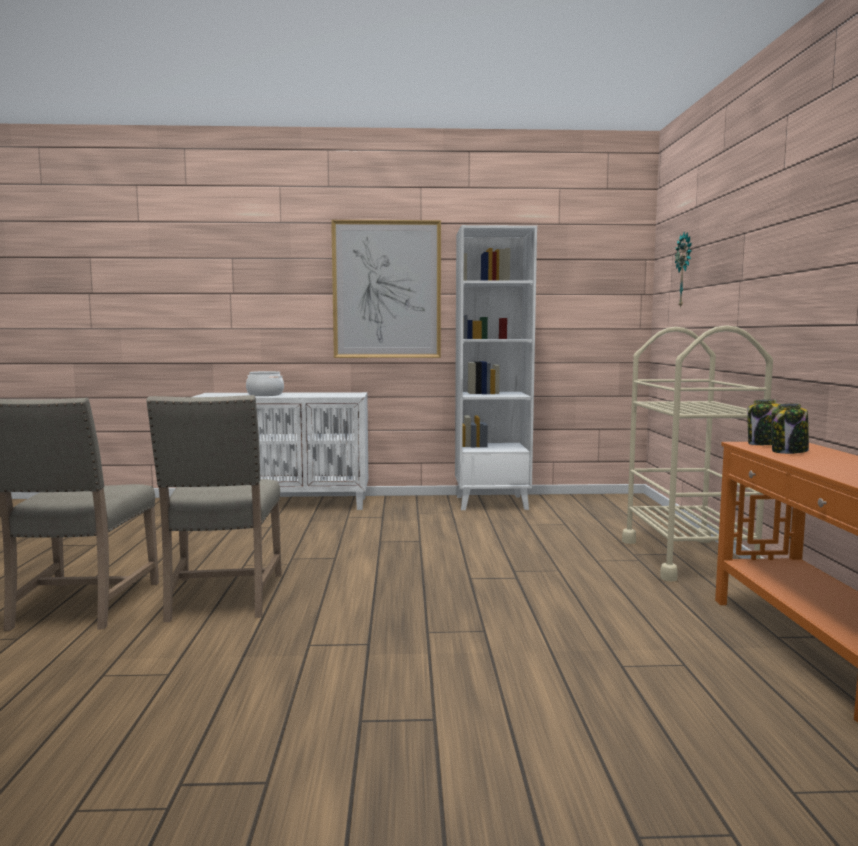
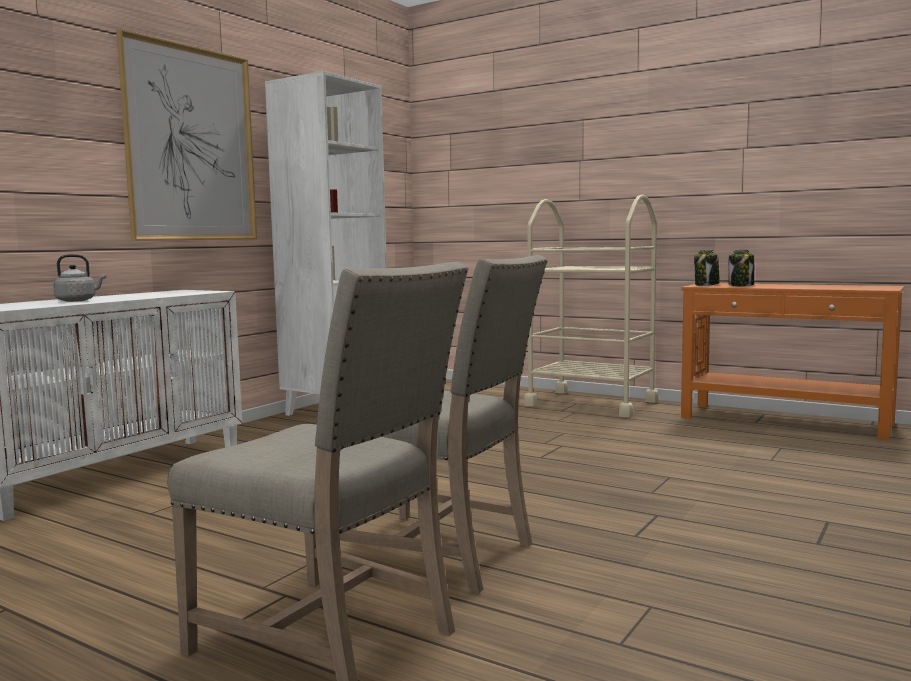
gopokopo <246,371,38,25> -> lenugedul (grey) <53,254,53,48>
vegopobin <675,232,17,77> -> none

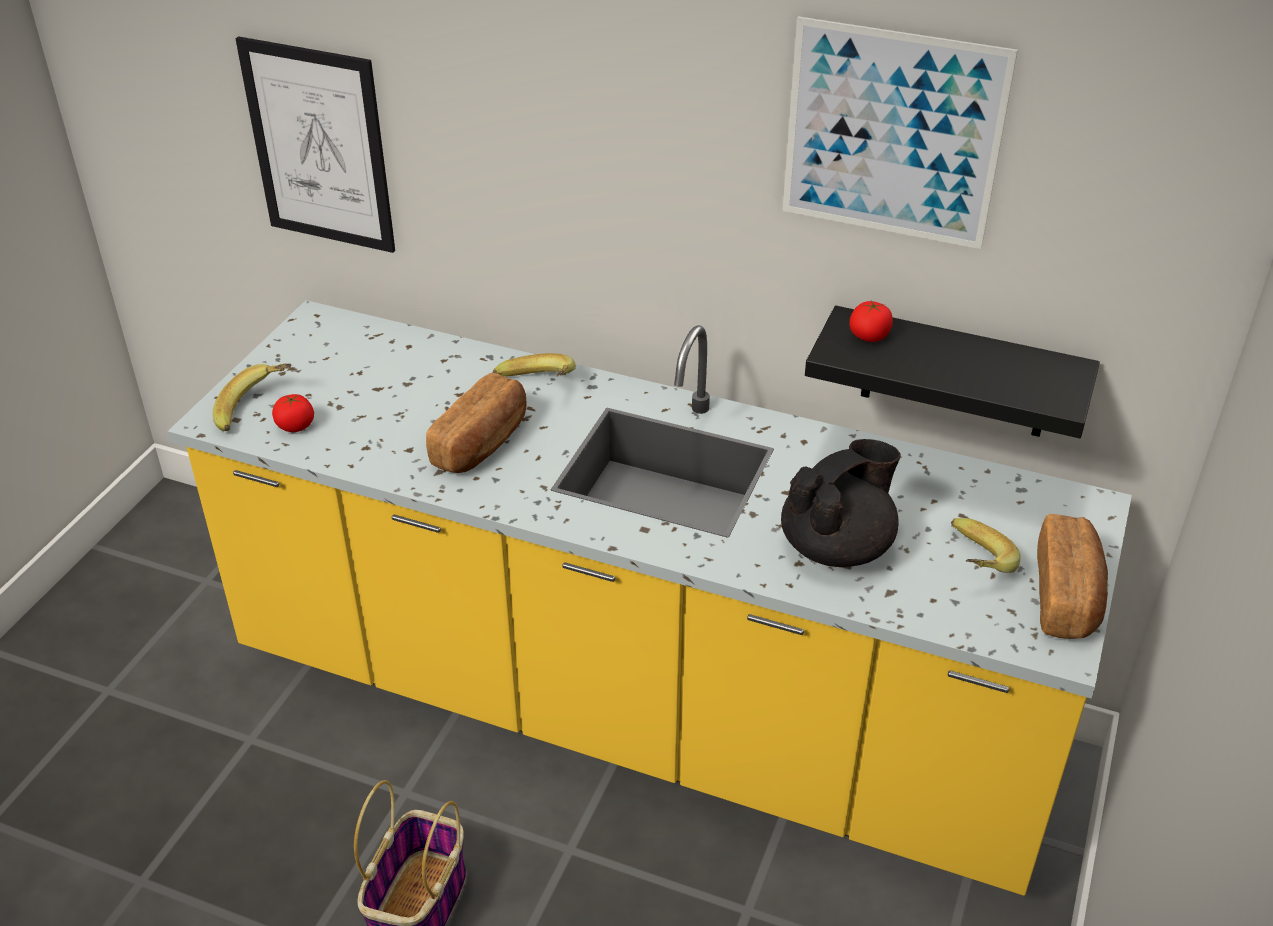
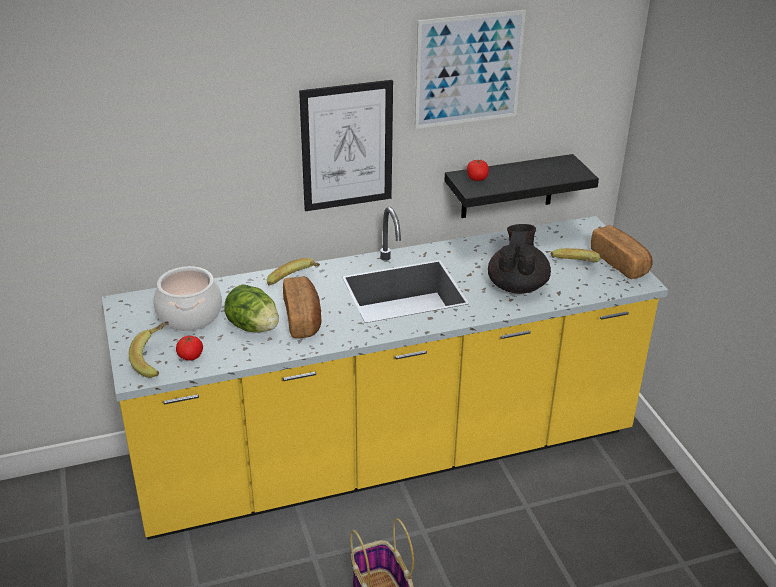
none -> gopokopo <153,266,69,65>
none -> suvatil <224,284,55,49>
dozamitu <235,36,160,217> -> dozamitu <299,80,94,131>, relocated

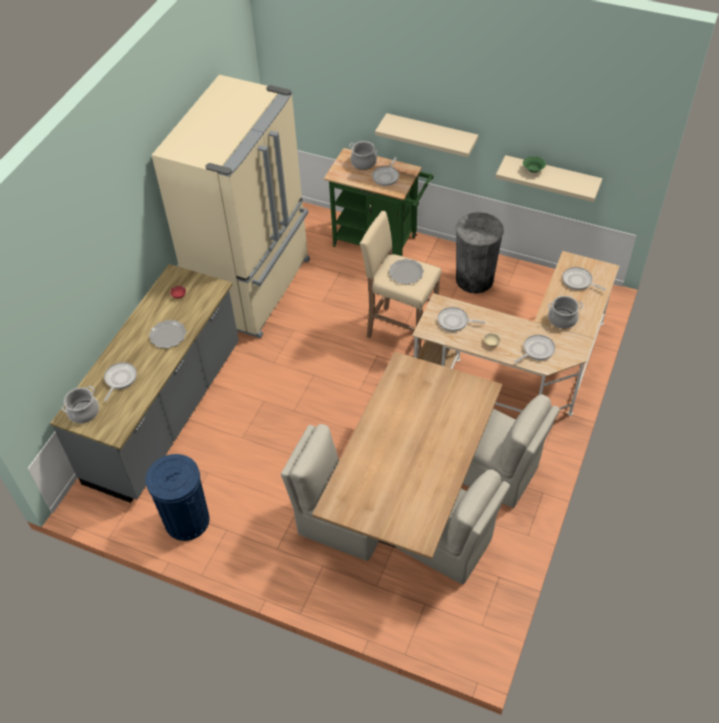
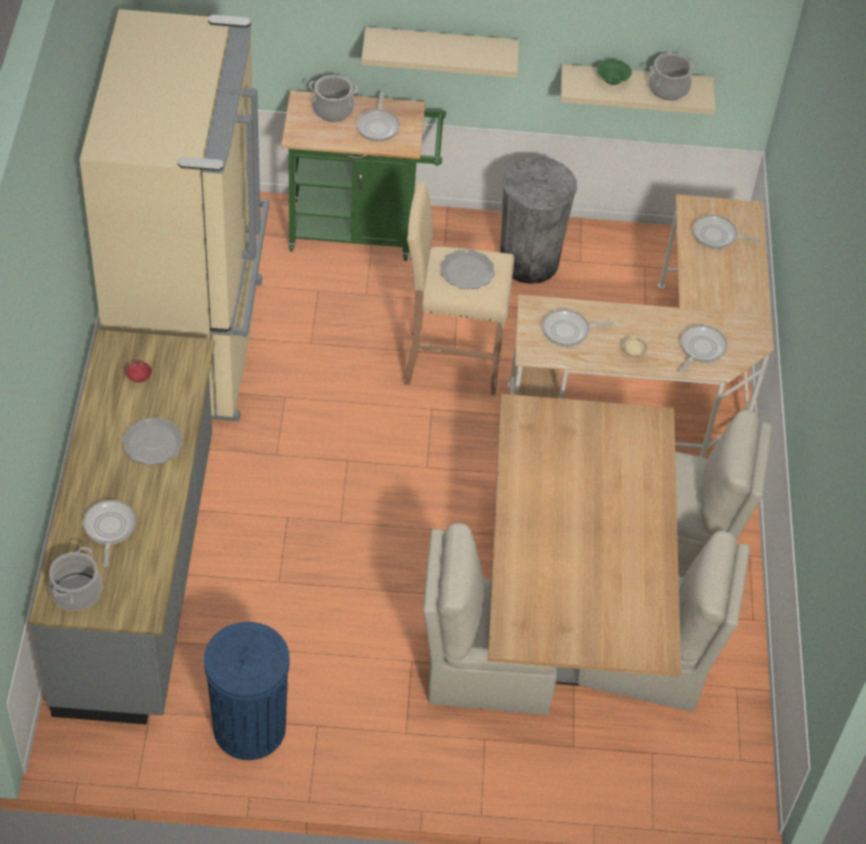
gopokopo <548,296,35,33> -> gopokopo <648,53,49,47>, relocated

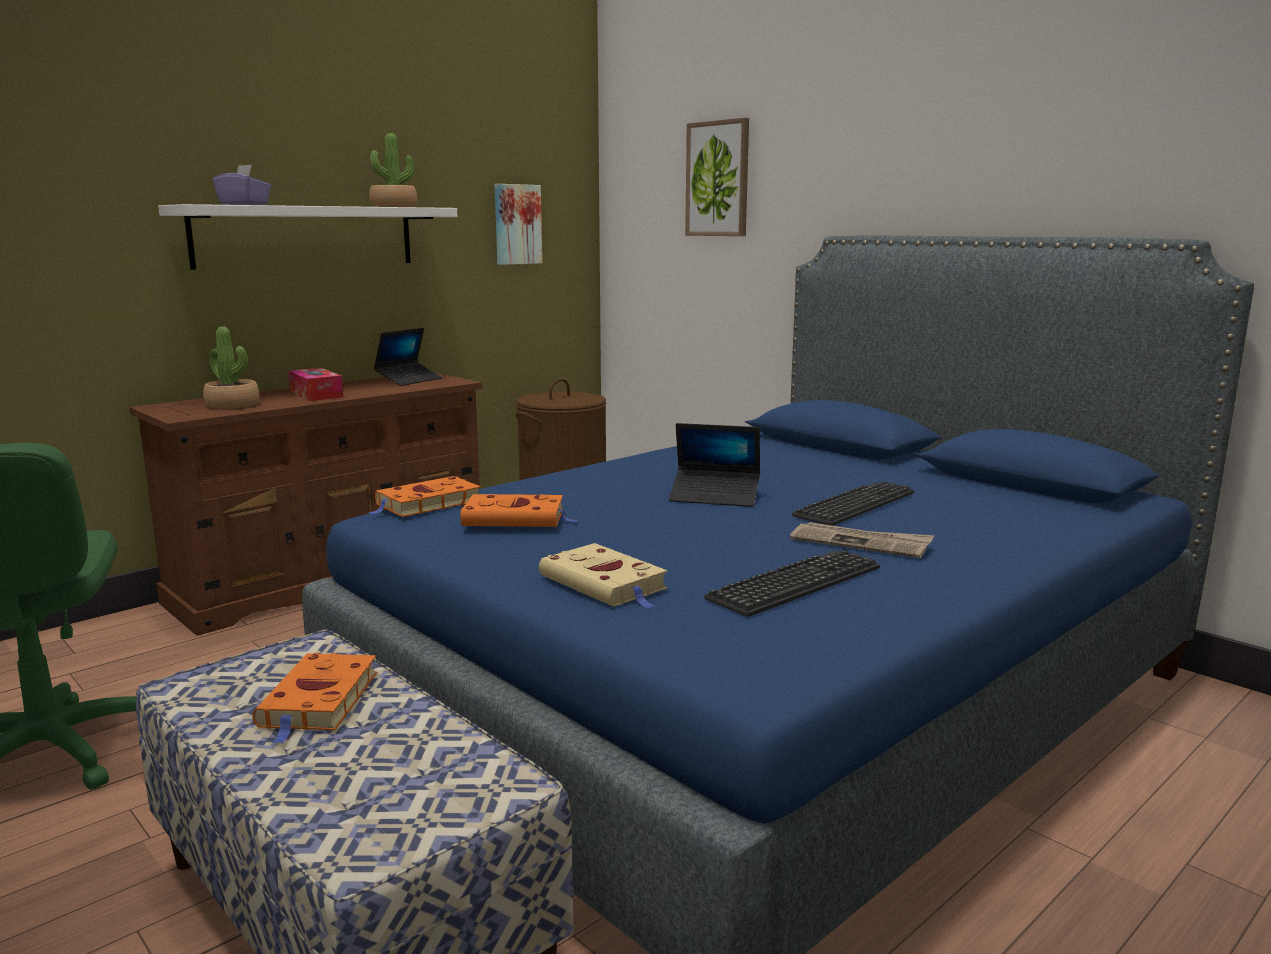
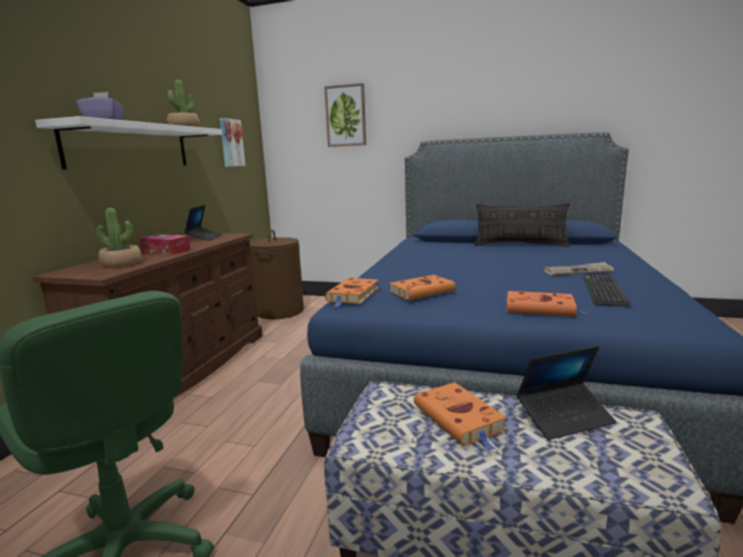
none -> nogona <474,203,96,44>
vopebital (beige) <539,543,129,65> -> vopebital (orange) <506,291,83,26>
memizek <669,423,91,84> -> memizek <516,346,100,94>, relocated
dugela <792,481,122,45> -> none

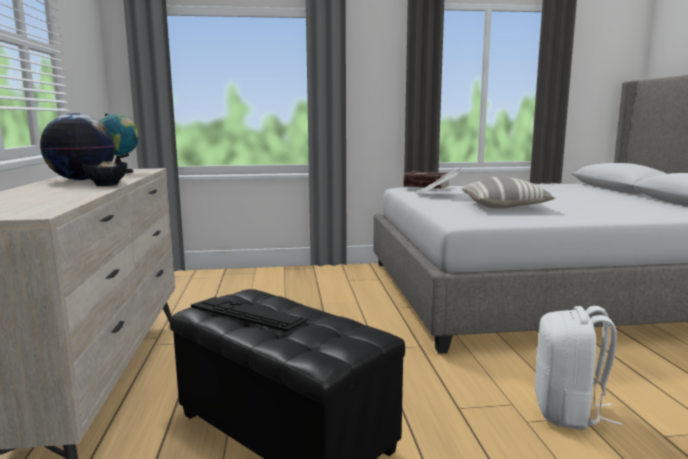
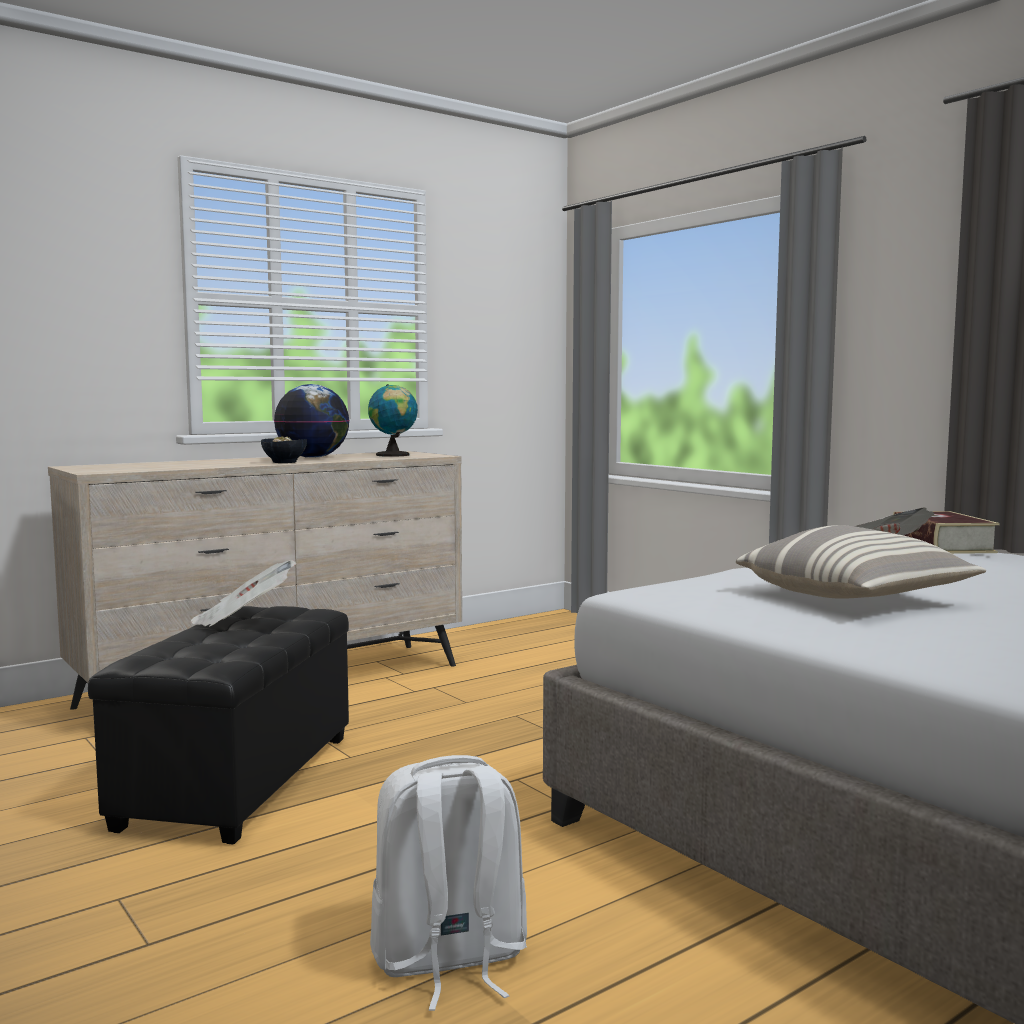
dugela <191,297,117,35> -> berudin <190,560,106,66>

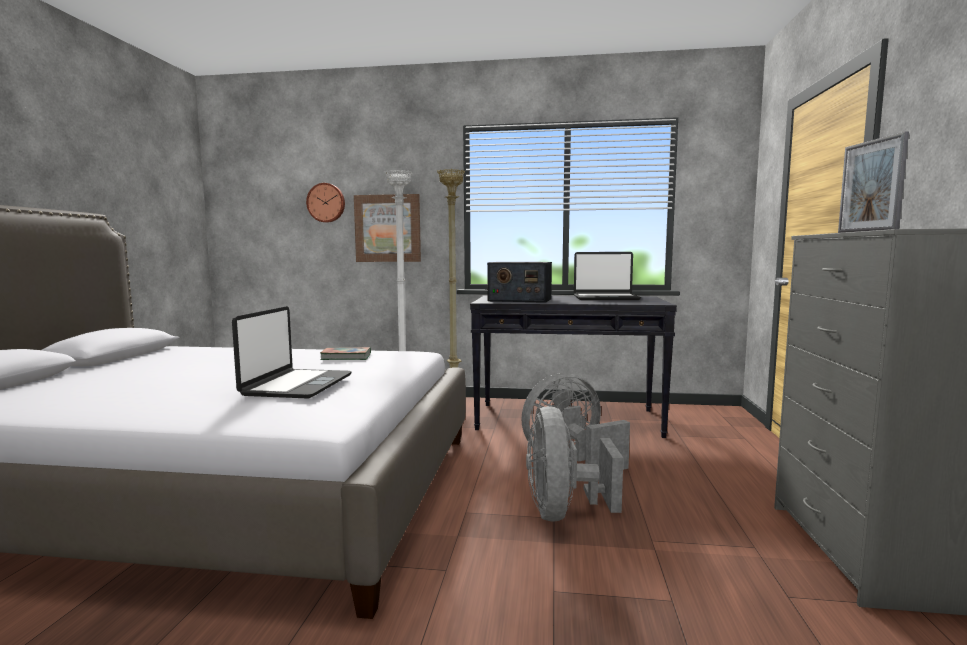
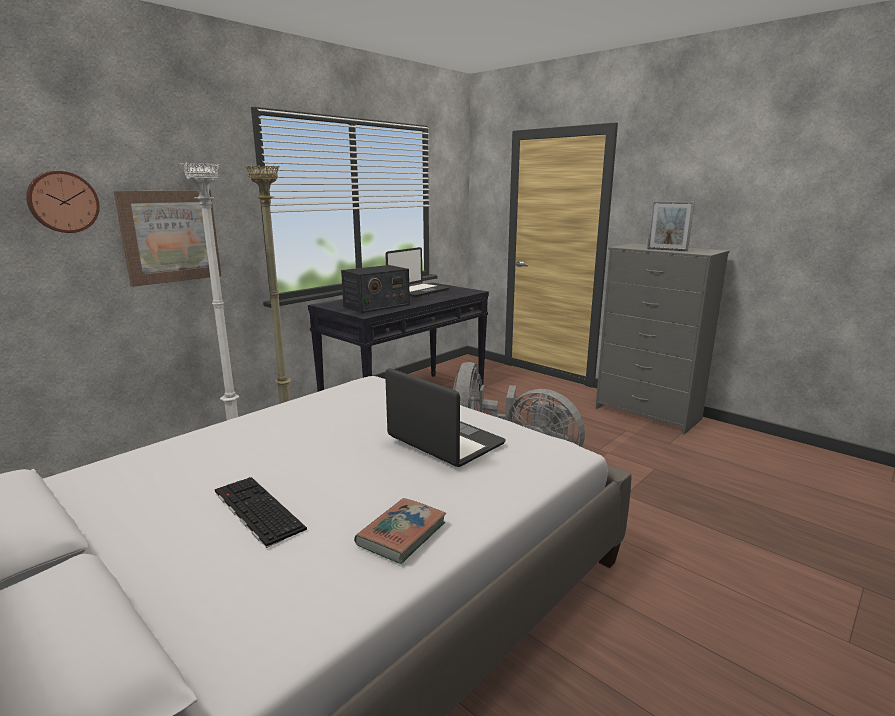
none -> dugela <215,477,92,71>
vopebital <320,347,51,13> -> vopebital <354,498,92,66>, relocated

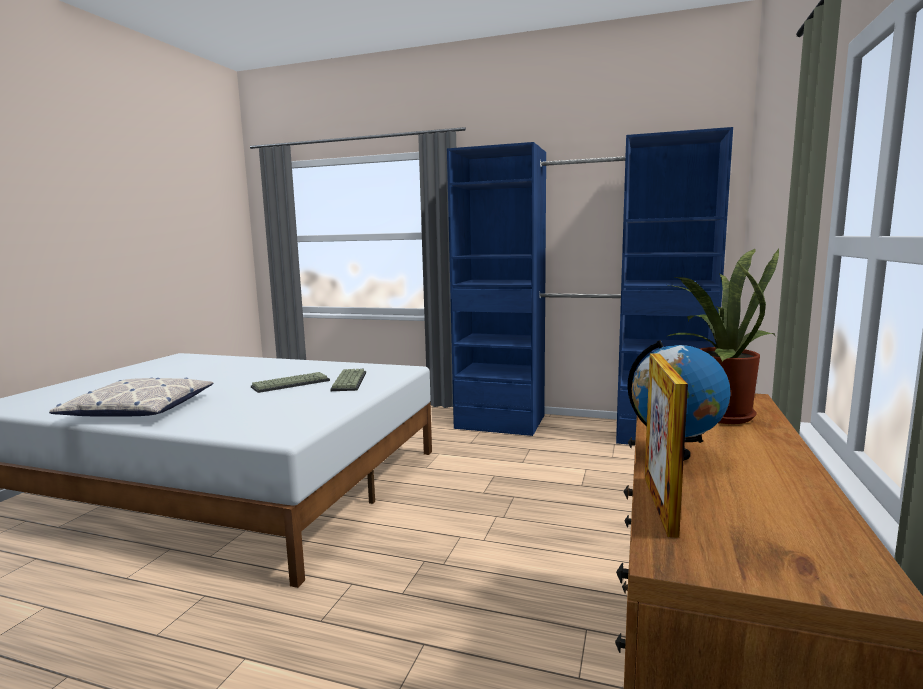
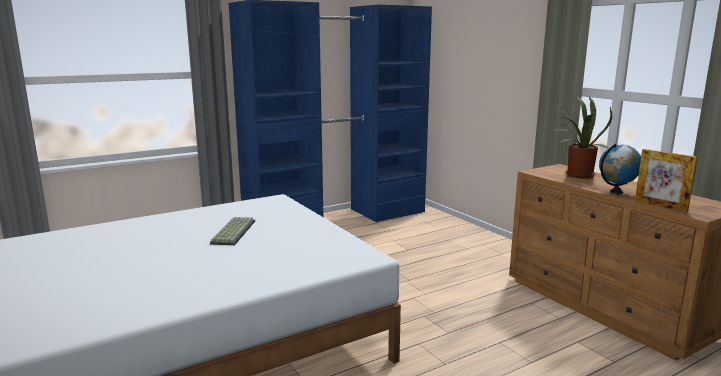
nogona <49,378,165,38> -> none
dugela <330,369,36,22> -> none

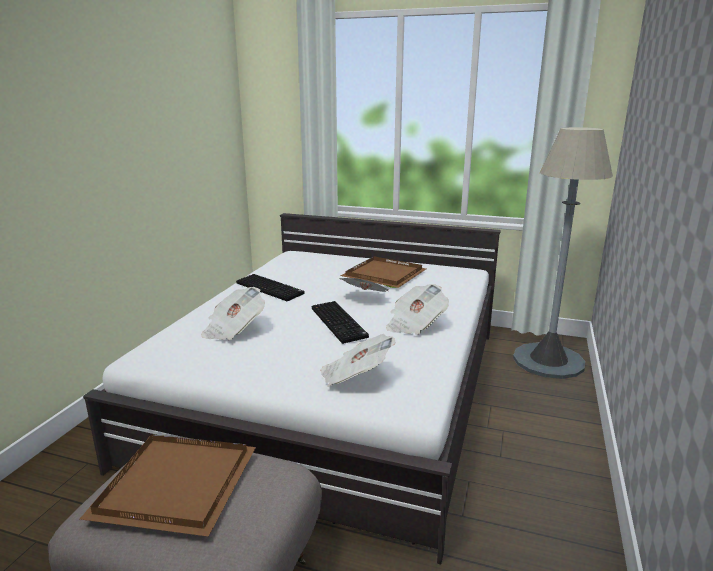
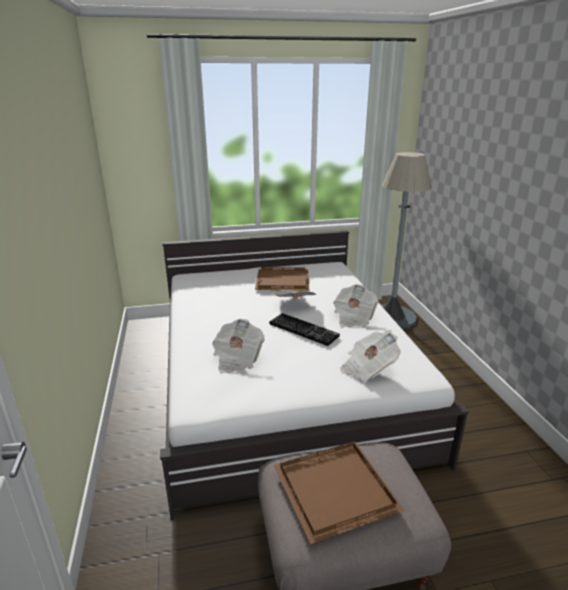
dugela <236,274,69,27> -> none

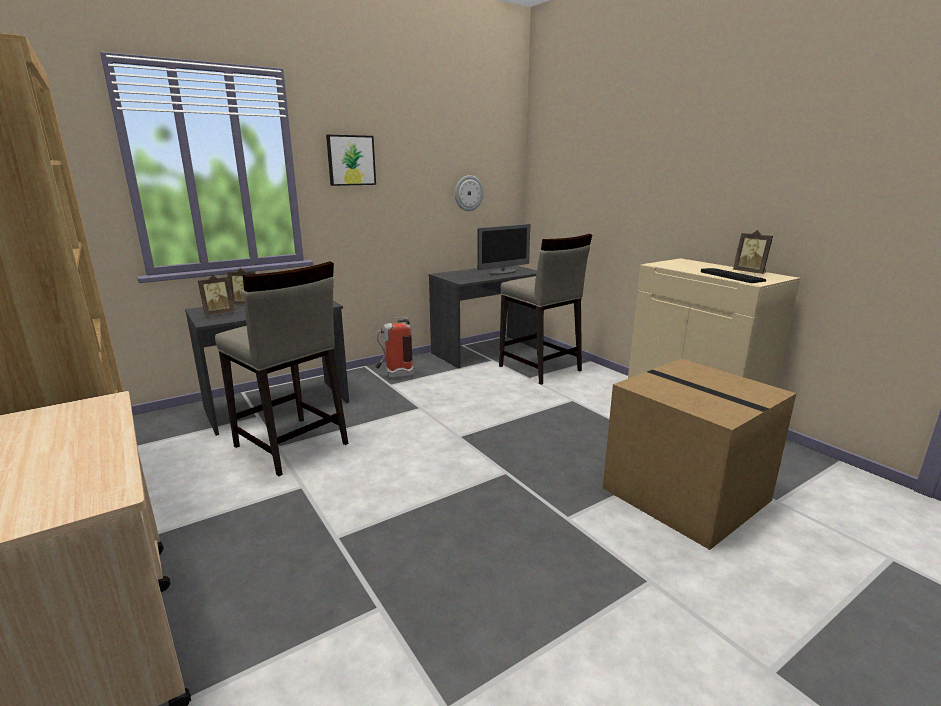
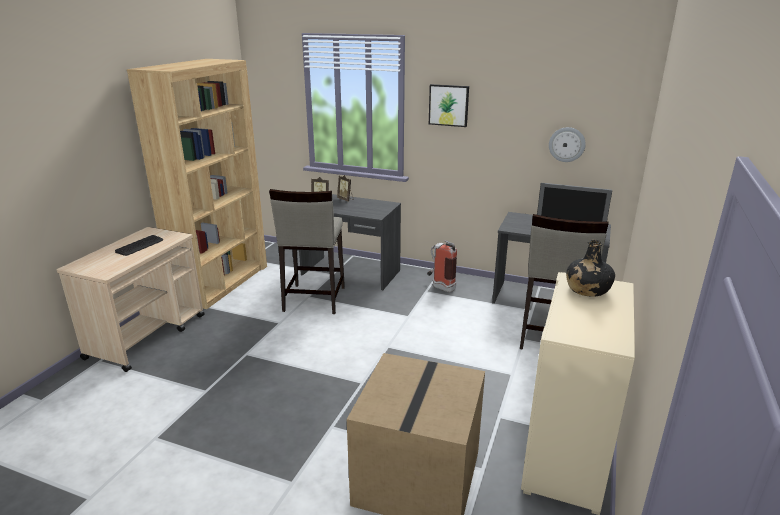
dugela <701,268,65,15> -> dugela <115,235,48,21>, relocated
none -> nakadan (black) <566,240,49,57>
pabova <733,230,40,44> -> none

